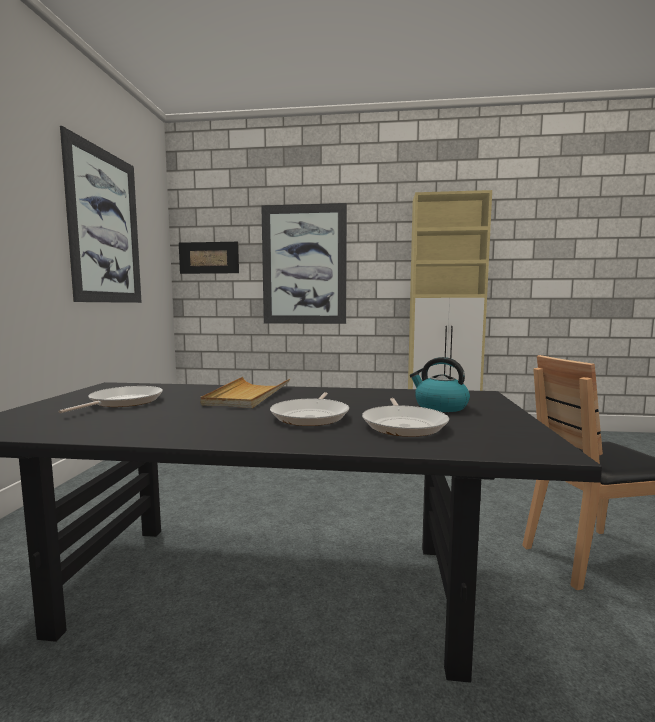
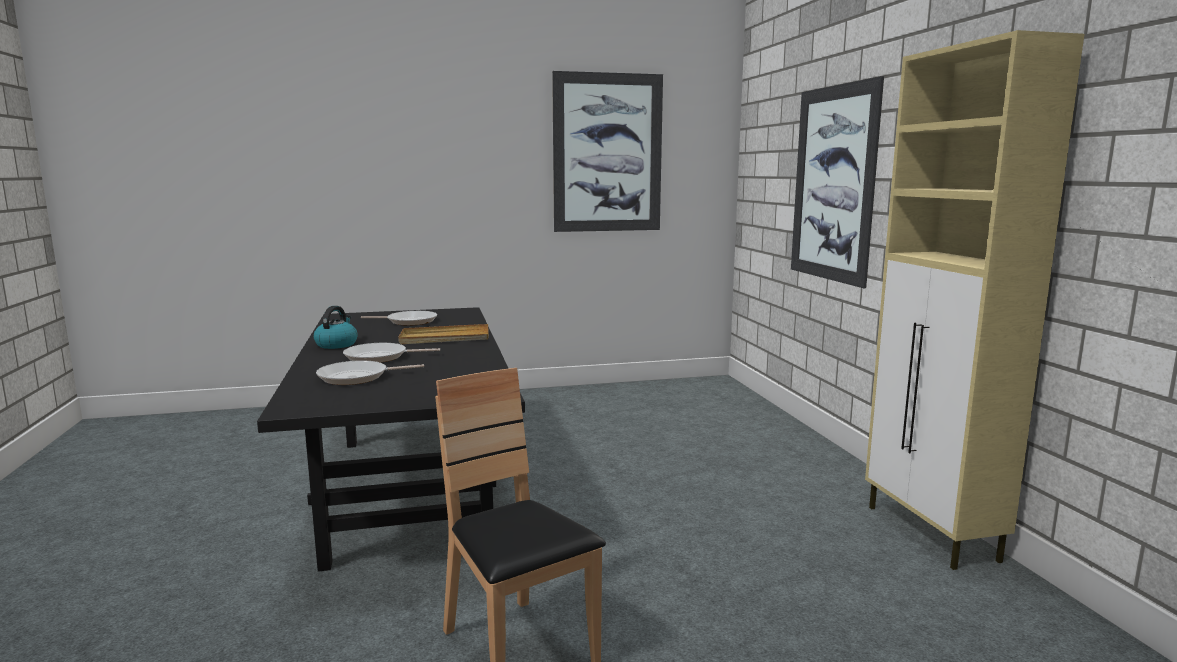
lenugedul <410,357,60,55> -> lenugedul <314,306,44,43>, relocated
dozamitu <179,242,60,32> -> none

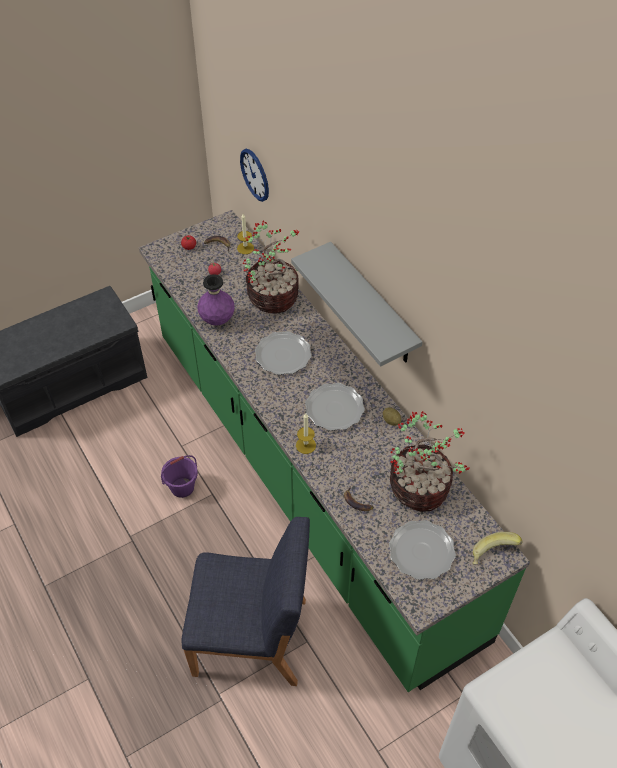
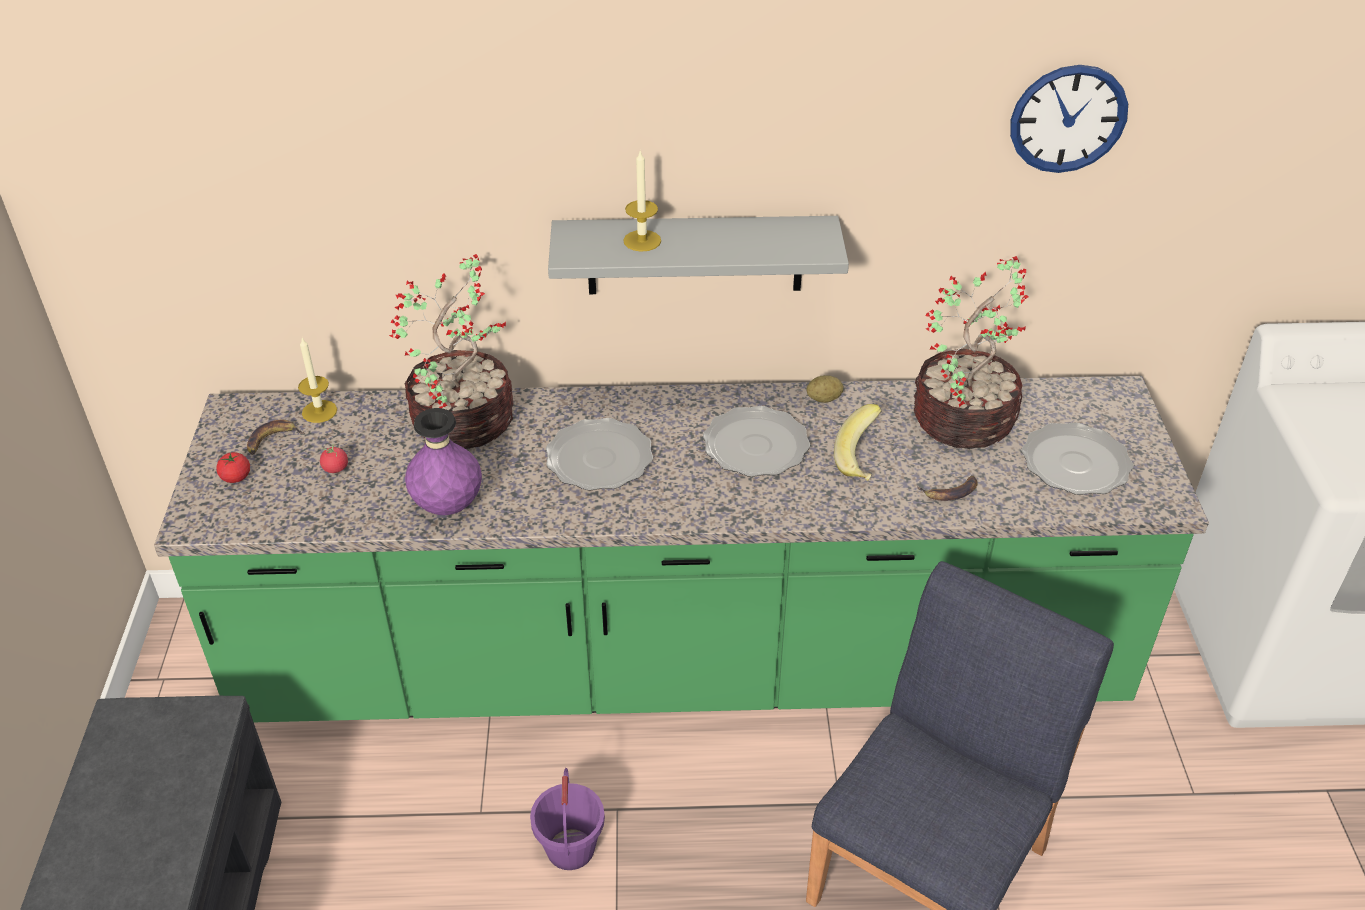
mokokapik <296,413,20,41> -> mokokapik <623,150,38,102>, relocated
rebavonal <473,532,49,32> -> rebavonal <834,404,48,77>, relocated
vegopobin <240,149,29,53> -> vegopobin <1010,65,118,108>, relocated

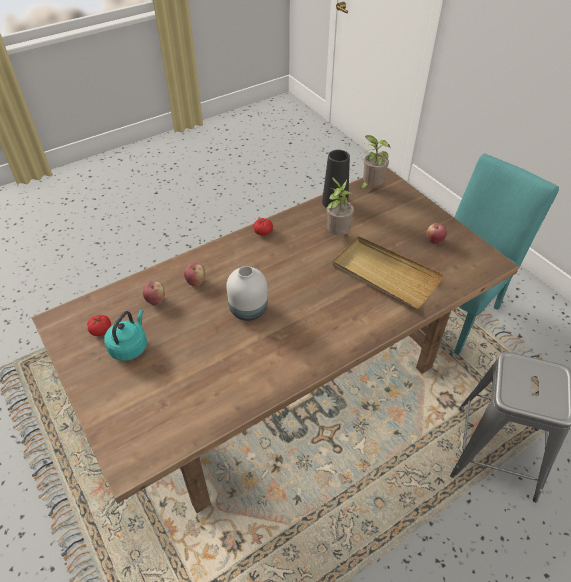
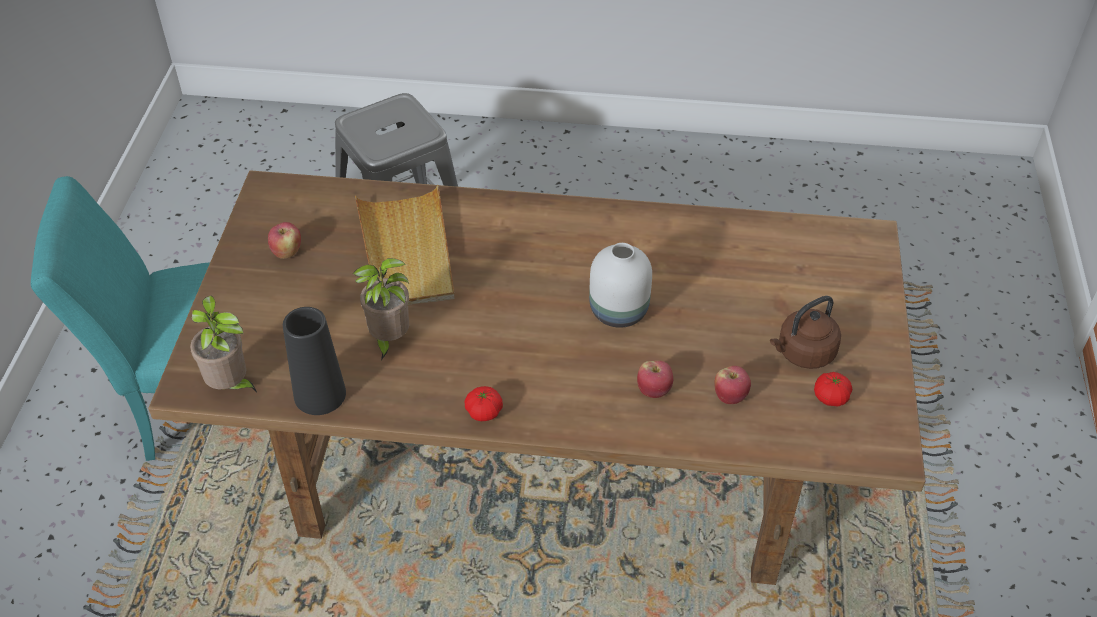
lenugedul (turquoise) <104,310,43,51> -> lenugedul (brown) <770,296,71,73>

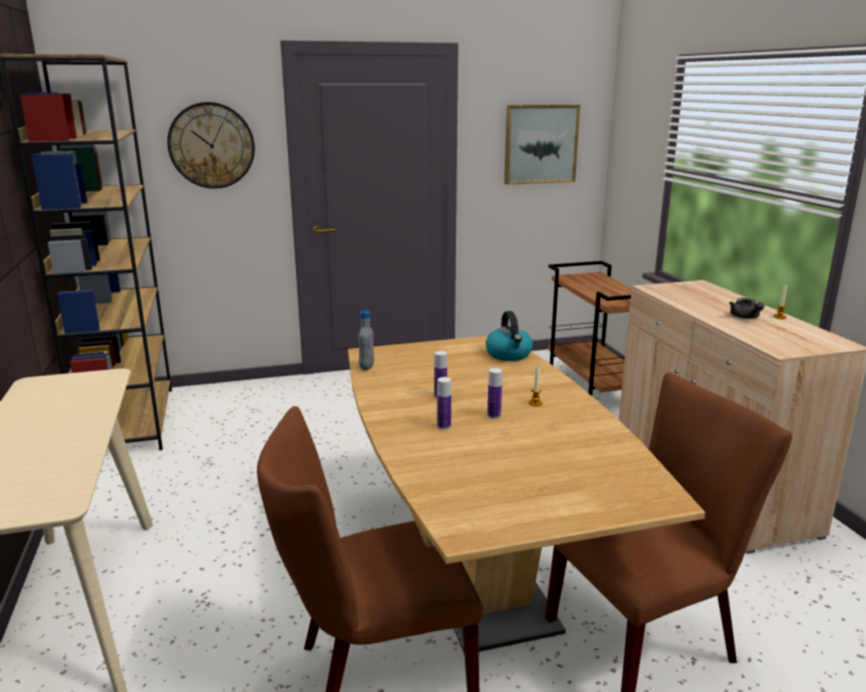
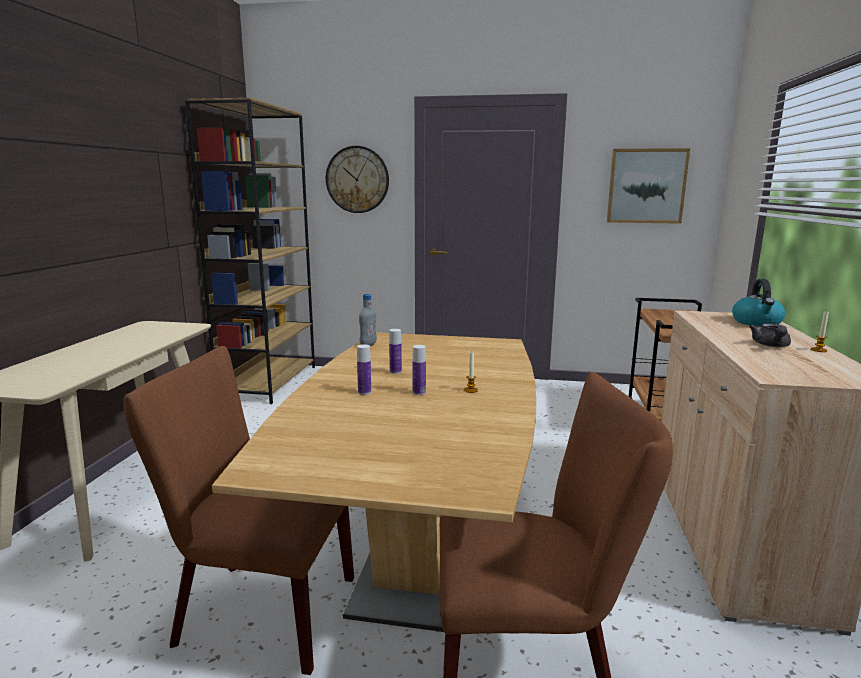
lenugedul <486,311,47,50> -> lenugedul <732,279,54,48>, relocated

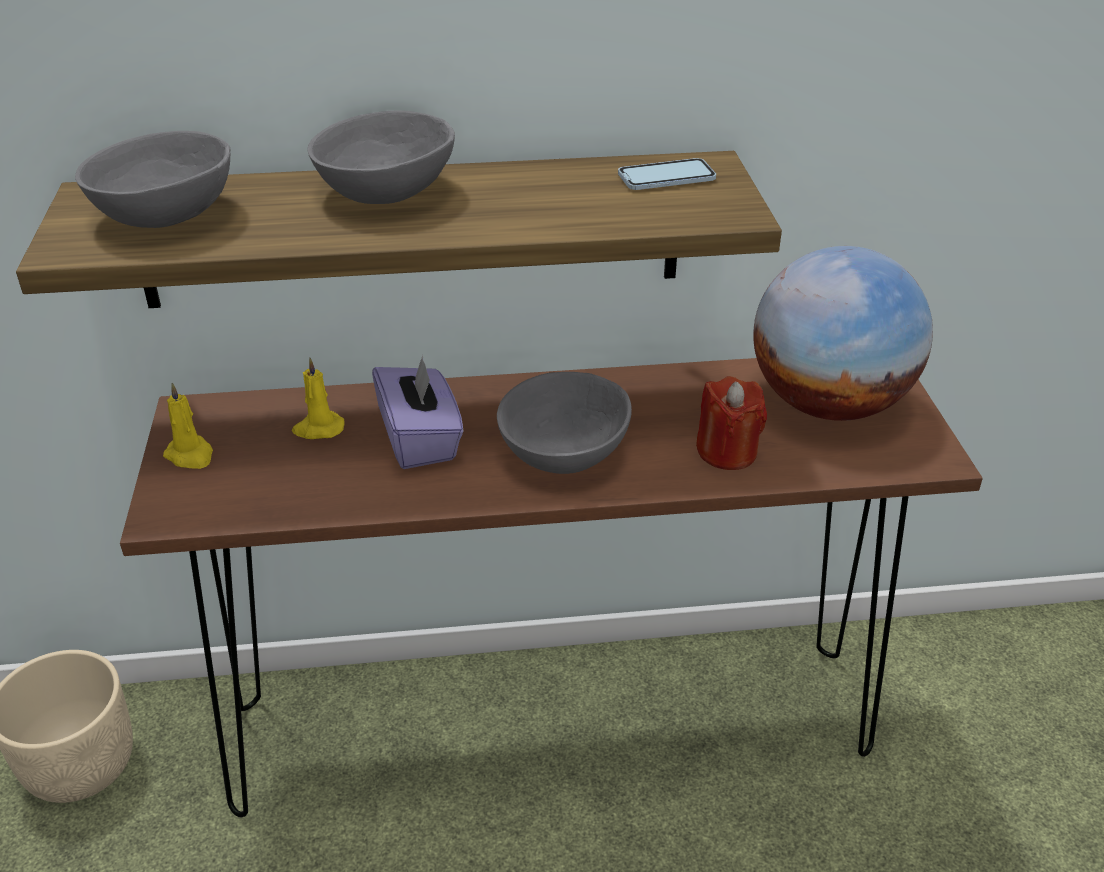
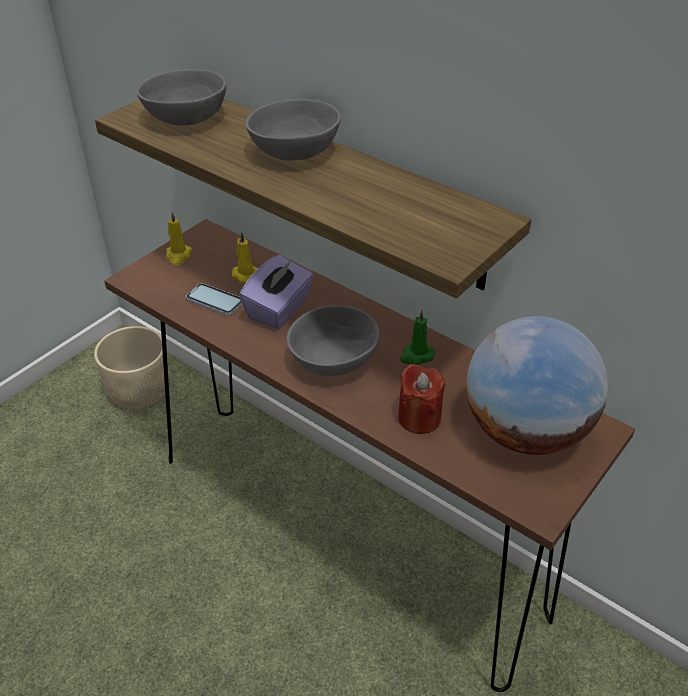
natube <618,158,98,32> -> natube <186,283,56,32>, relocated
none -> mokokapik (green) <400,310,35,55>

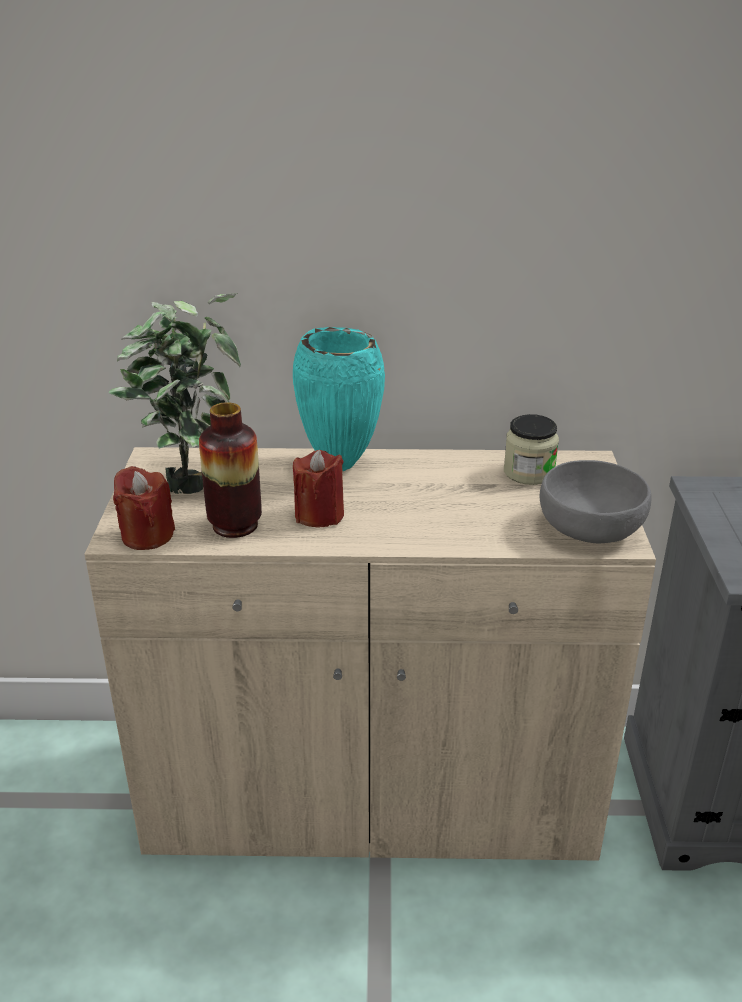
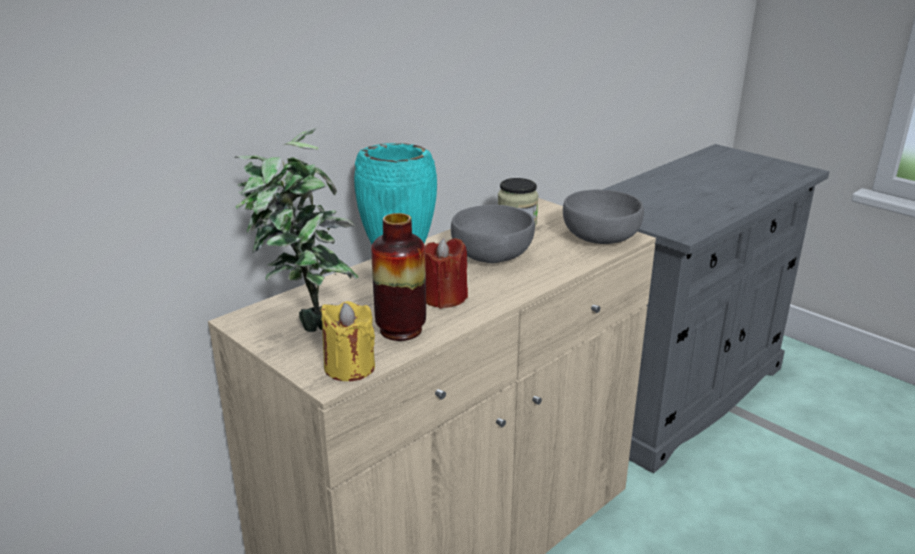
mokokapik (red) <113,466,62,84> -> mokokapik (yellow) <321,301,54,80>
none -> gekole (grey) <451,205,84,58>

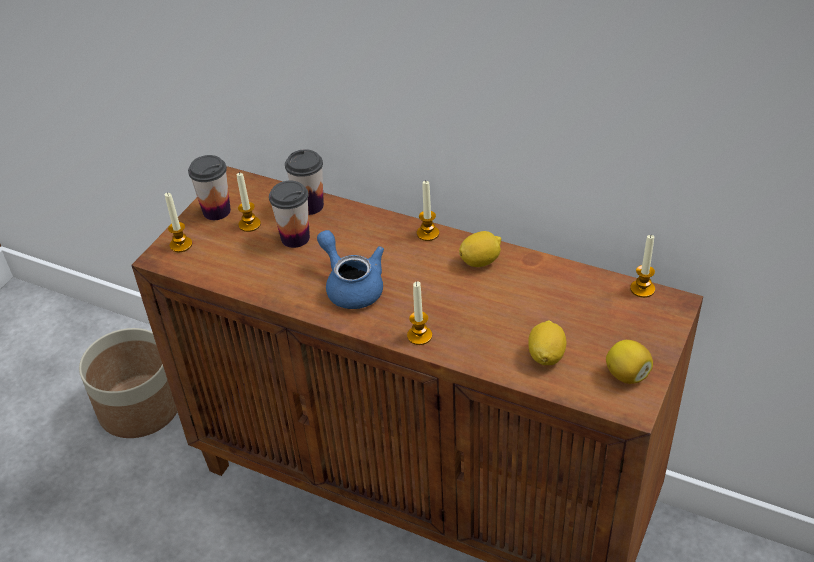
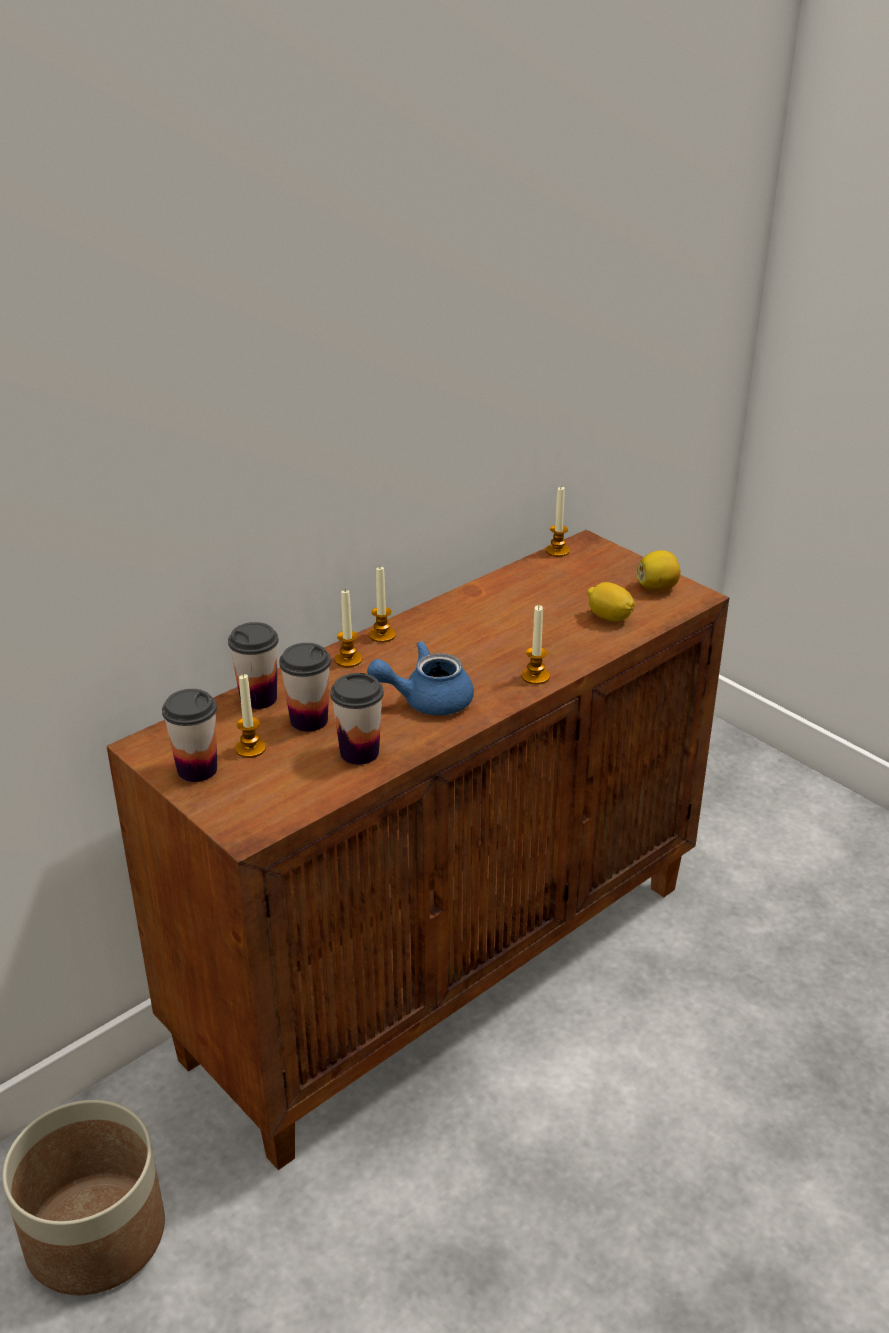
none -> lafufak <330,673,54,92>
mokokapik <165,192,27,60> -> mokokapik <335,590,27,77>, relocated
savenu <459,231,42,36> -> none

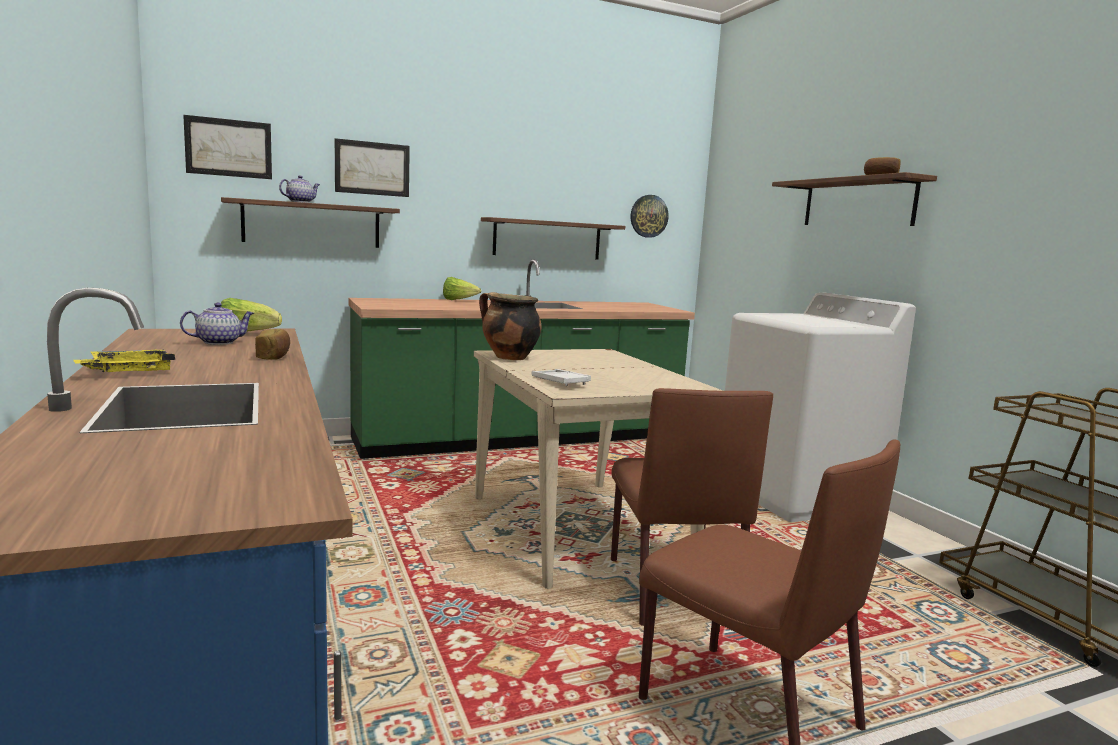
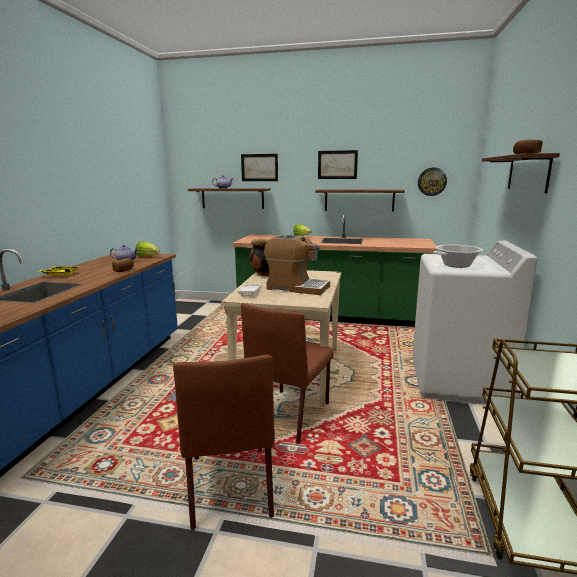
none -> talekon <264,235,66,60>
dozamitu <183,115,89,64> -> dozamitu <318,150,40,29>, relocated
none -> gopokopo <433,245,51,23>

